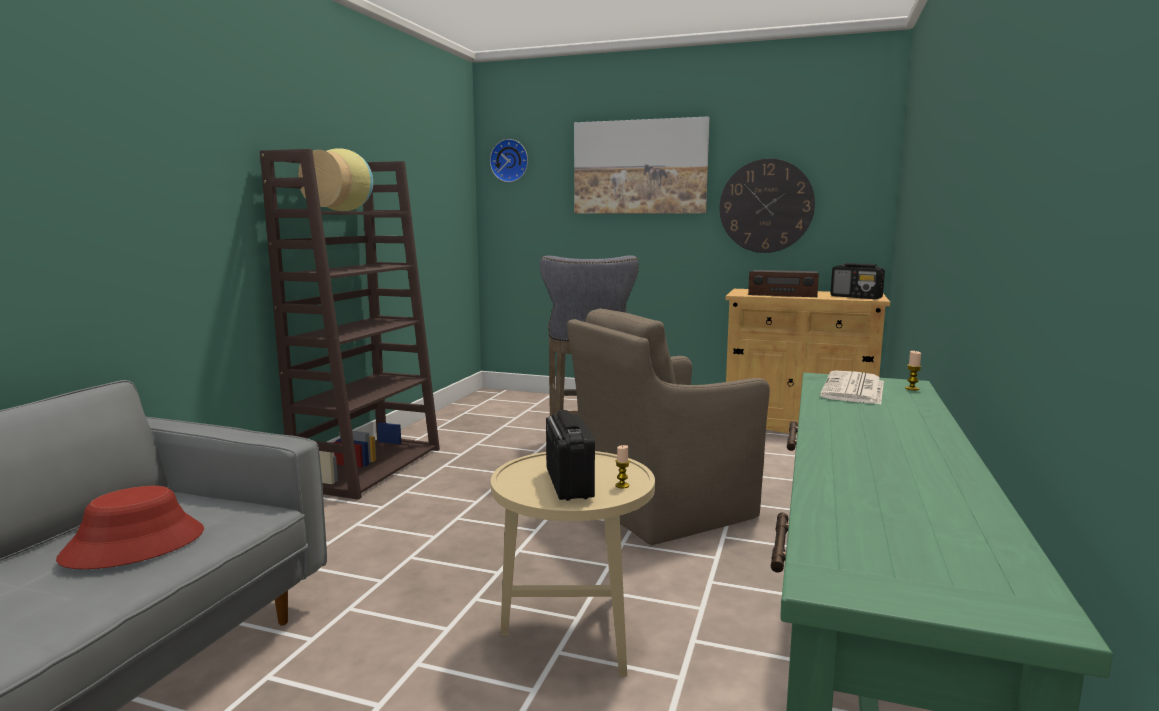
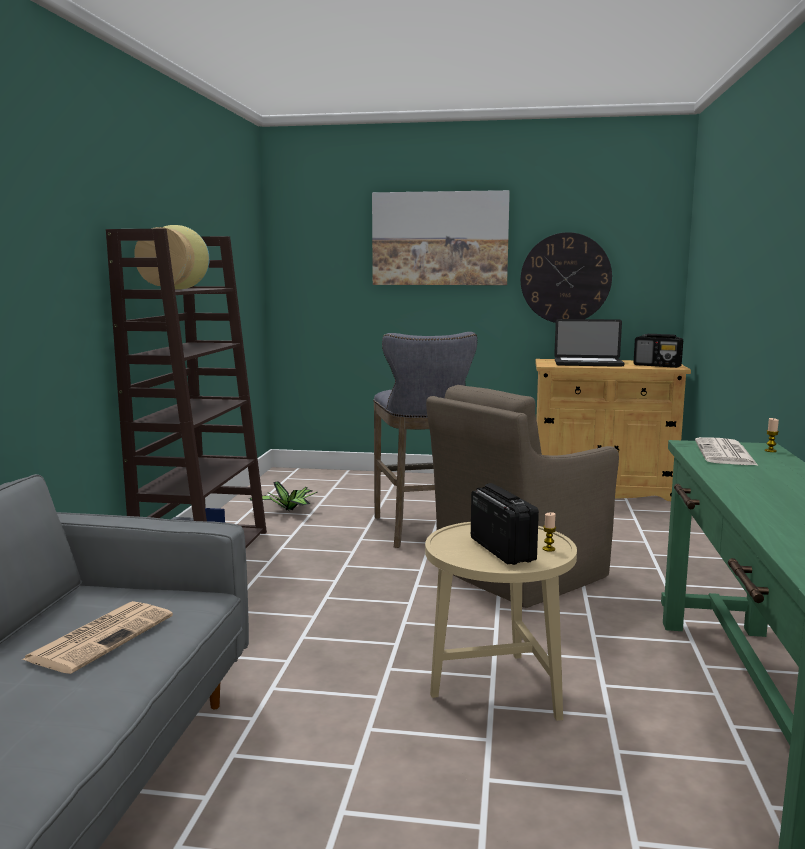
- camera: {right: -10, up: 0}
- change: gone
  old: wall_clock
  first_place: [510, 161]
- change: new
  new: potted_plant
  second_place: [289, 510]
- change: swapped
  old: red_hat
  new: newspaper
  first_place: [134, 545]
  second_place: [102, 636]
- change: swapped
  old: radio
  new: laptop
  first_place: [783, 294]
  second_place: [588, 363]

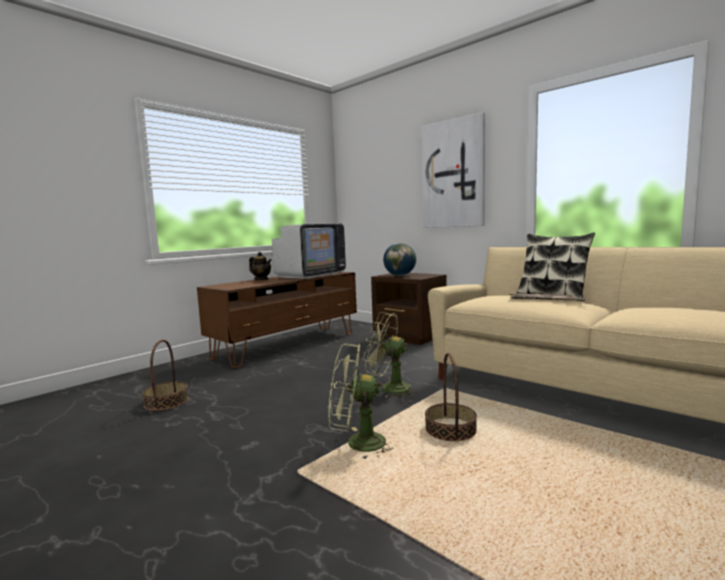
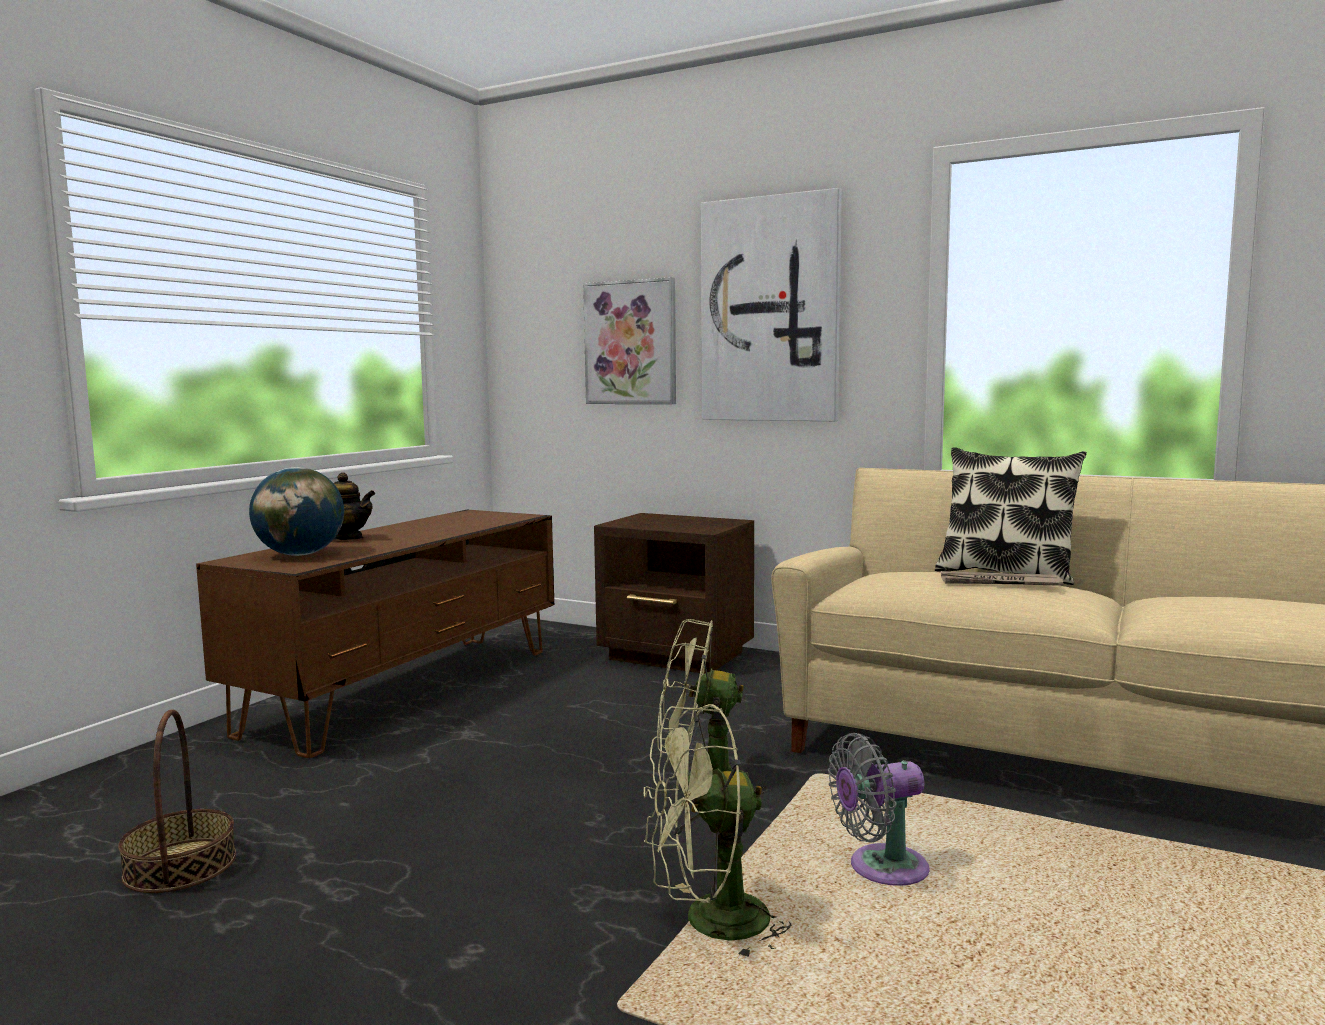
- camera: {right: -15, up: 0}
- change: gone
  old: television
  first_place: [311, 275]
- change: new
  new: picture
  second_place: [631, 343]
- change: shifted
  old: globe
  first_place: [399, 275]
  second_place: [300, 554]
- change: swapped
  old: basket
  new: grey_fan
  first_place: [450, 430]
  second_place: [880, 869]

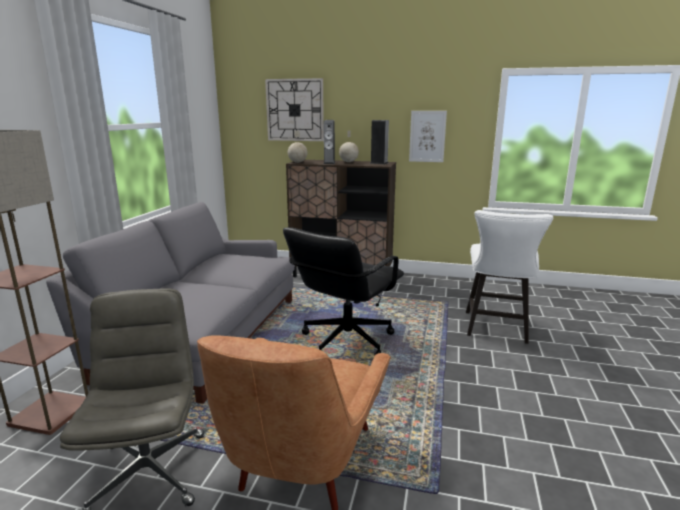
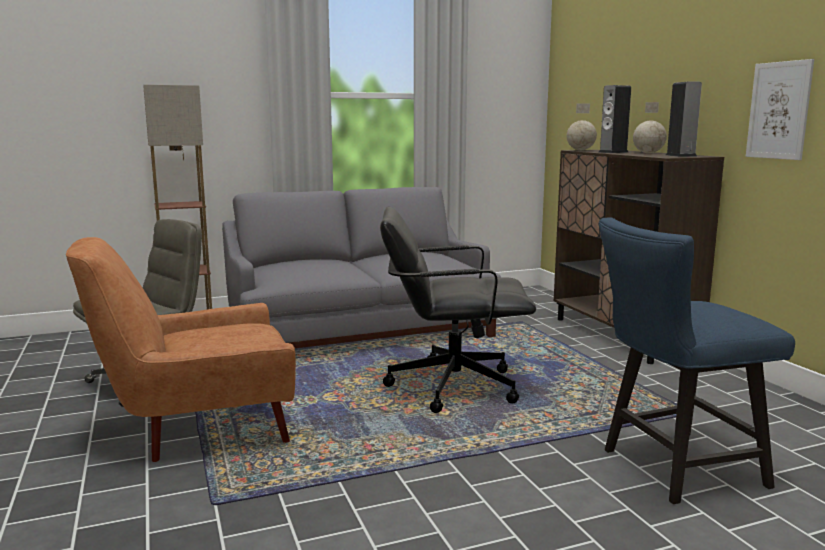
- camera: {right: 55, up: -5}
- change: gone
  old: wall_clock
  first_place: [295, 110]
- change: repainted
  old: white_chair
  new: blue_chair
  first_place: [496, 329]
  second_place: [672, 468]

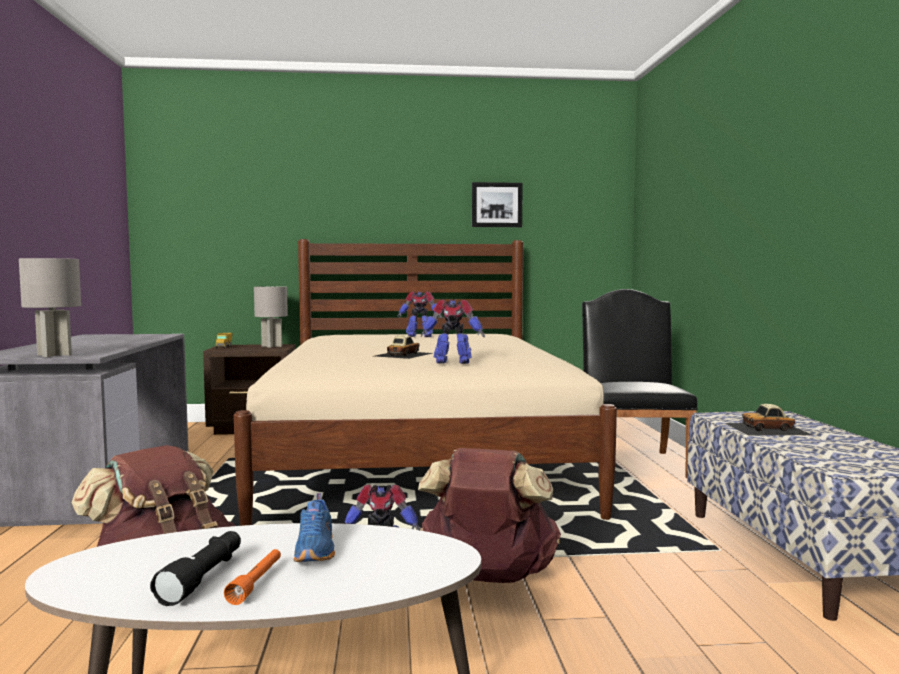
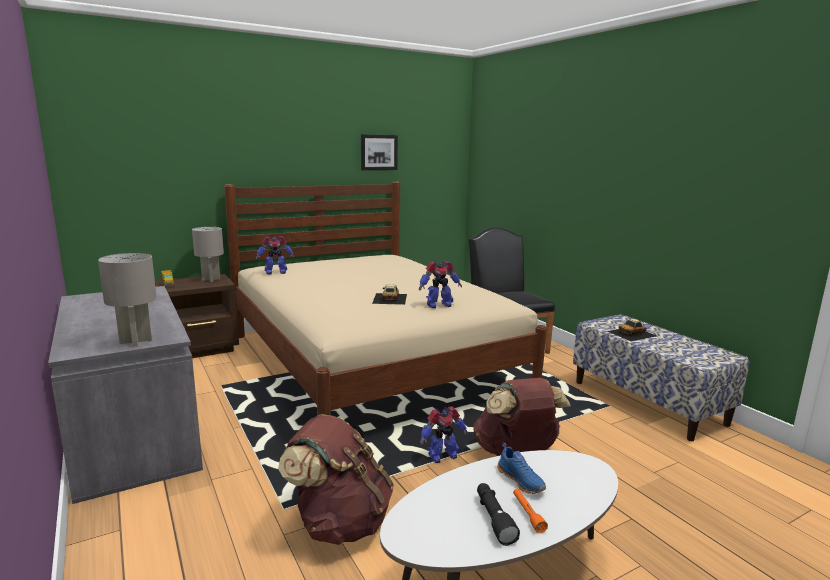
- camera: {right: -25, up: 10}
- change: shifted
  old: toy_robot
  first_place: [419, 336]
  second_place: [275, 272]

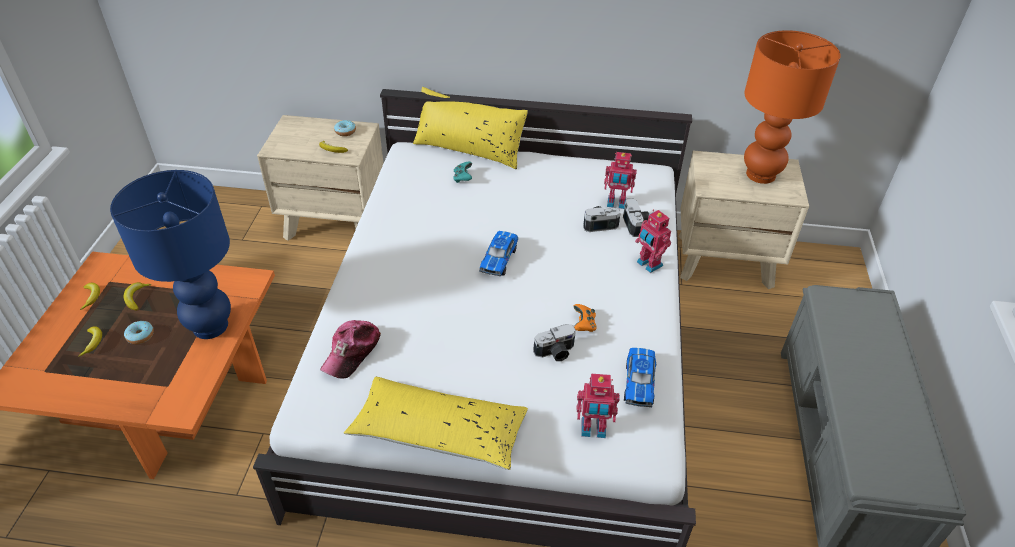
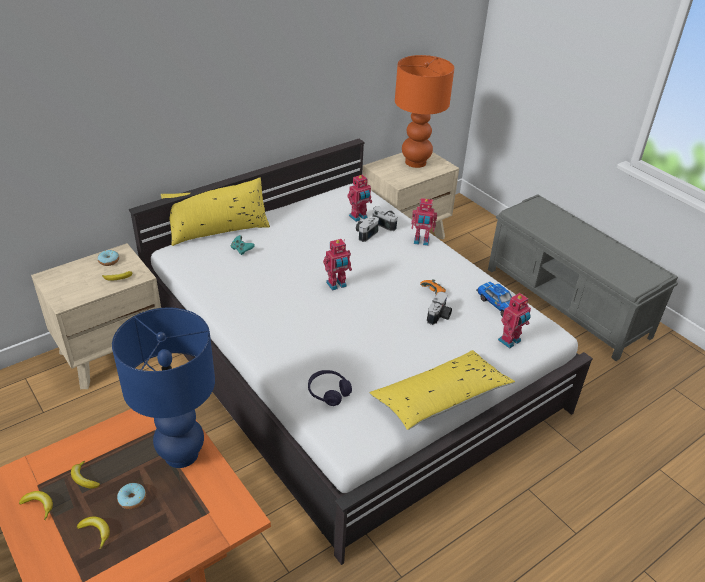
- camera: {right: -45, up: -5}
- change: swapped
  old: cap
  new: purple_headphones
  first_place: [352, 352]
  second_place: [328, 392]
- change: swapped
  old: toy_car
  new: toy_robot
  first_place: [499, 259]
  second_place: [337, 285]

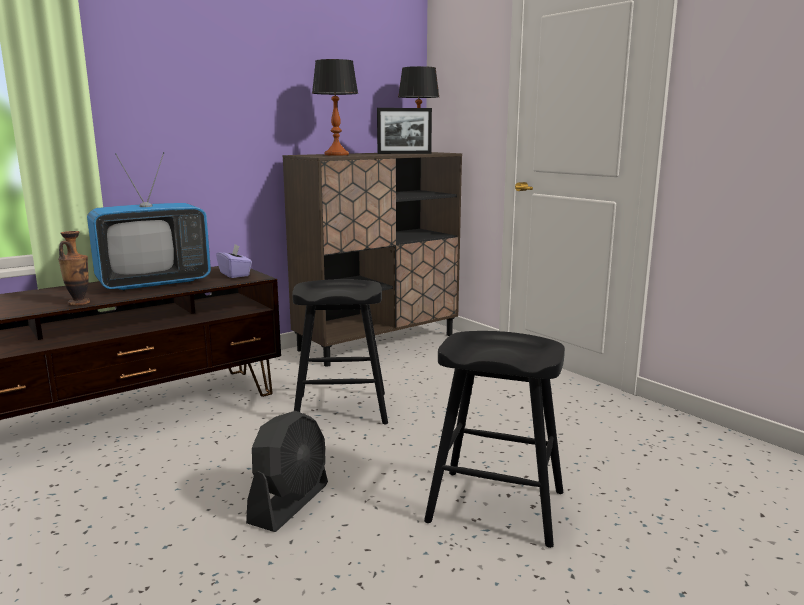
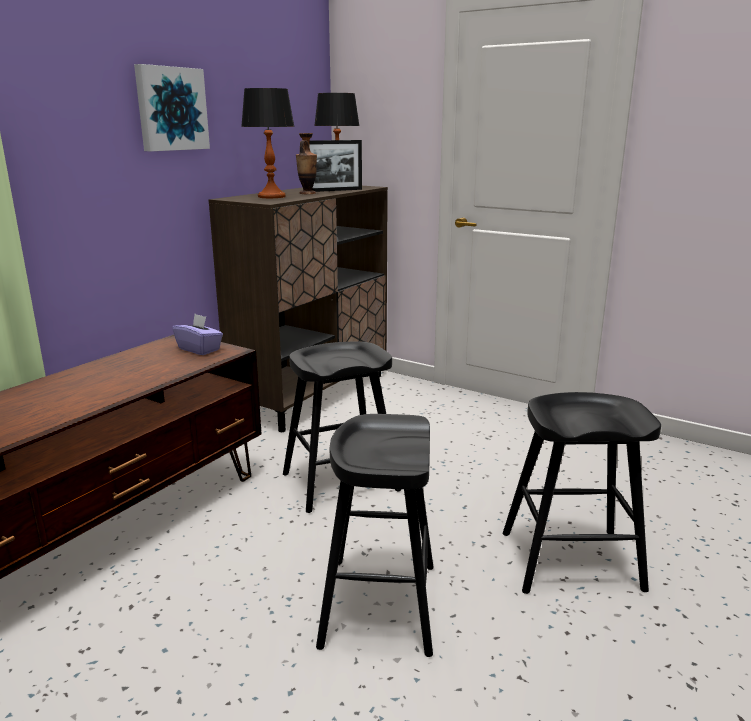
- camera: {right: -20, up: 5}
- change: gone
  old: television
  first_place: [154, 283]
- change: new
  new: picture
  second_place: [171, 109]
- change: shifted
  old: vase
  first_place: [79, 303]
  second_place: [307, 193]
- change: swapped
  old: black_fan
  new: black_stool
  first_place: [290, 503]
  second_place: [379, 605]

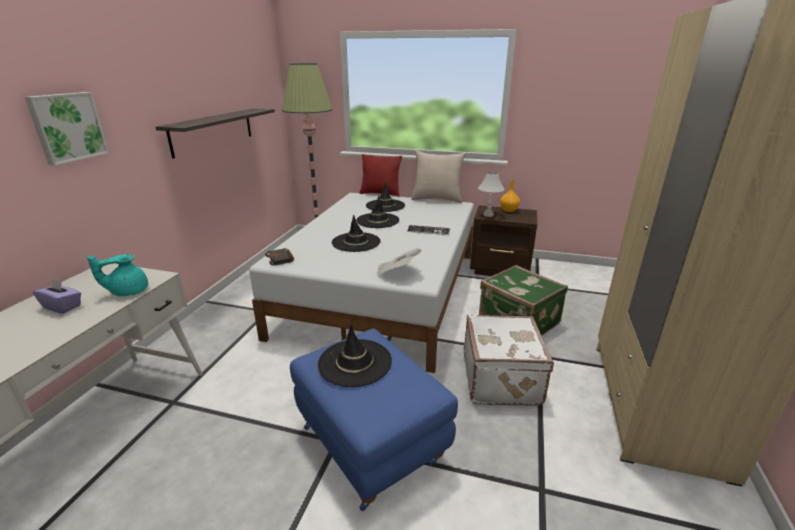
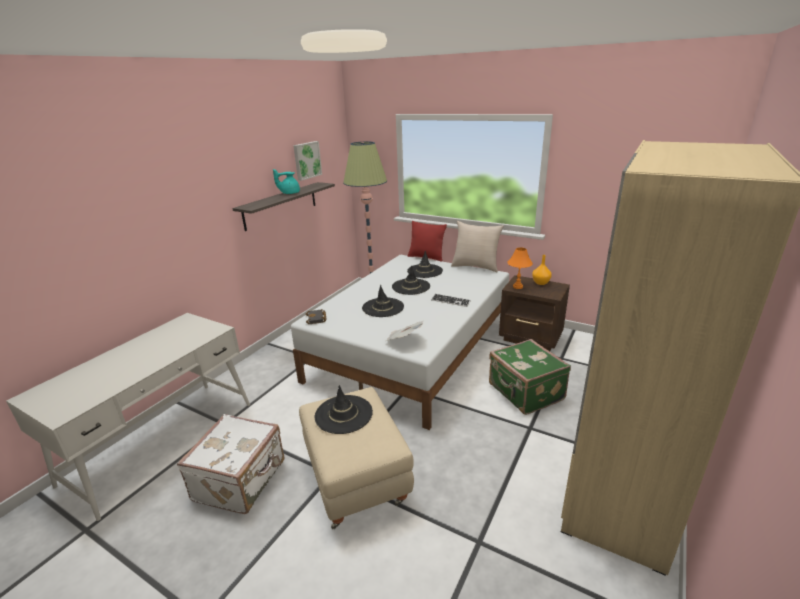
- camera: {right: 15, up: 0}
- change: gone
  old: purple_tissue_box
  first_place: [63, 306]
- change: shifted
  old: picture
  first_place: [67, 127]
  second_place: [306, 160]
- change: shifted
  old: turquoise_teapot
  first_place: [128, 291]
  second_place: [289, 193]
- change: shifted
  old: white_suitcase
  first_place: [502, 379]
  second_place: [241, 480]
- change: repainted
  old: blue_ottoman
  new: beige_ottoman
  first_place: [372, 443]
  second_place: [358, 480]
- change: repainted
  old: white_table_lamp
  new: orange_table_lamp
  first_place: [488, 215]
  second_place: [517, 287]

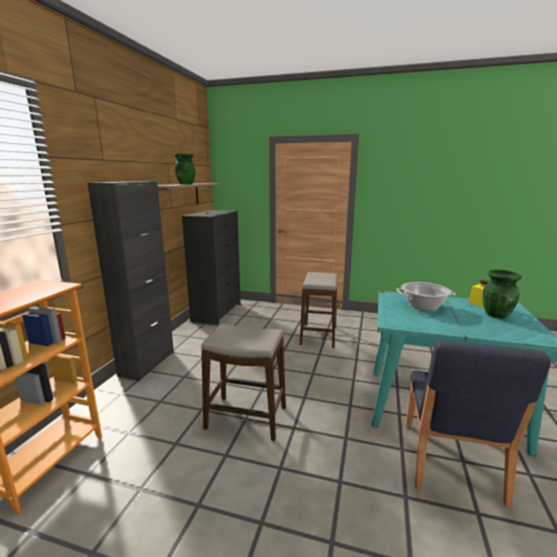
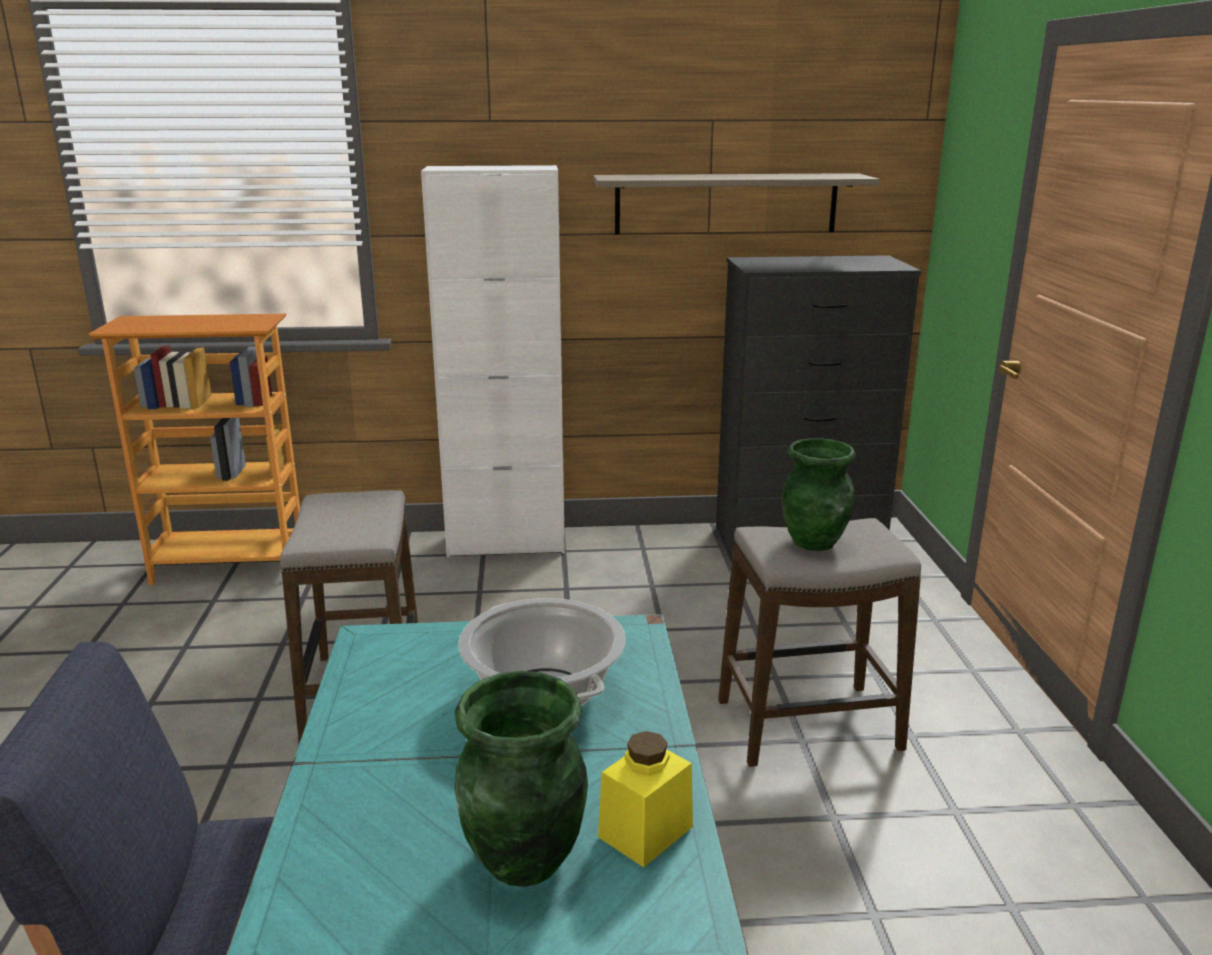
- camera: {right: 70, up: 5}
- change: shifted
  old: green_vase
  first_place: [186, 184]
  second_place: [814, 542]
- change: repainted
  old: black_cabinet
  new: white_cabinet
  first_place: [147, 363]
  second_place: [506, 543]

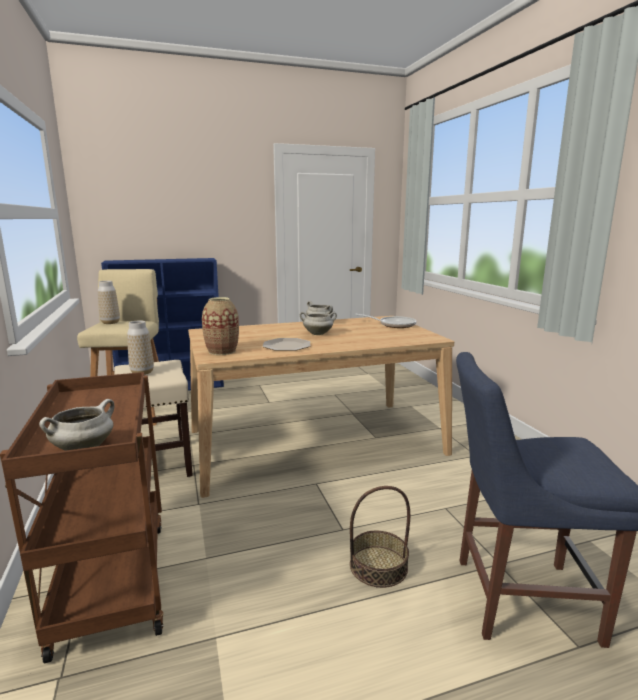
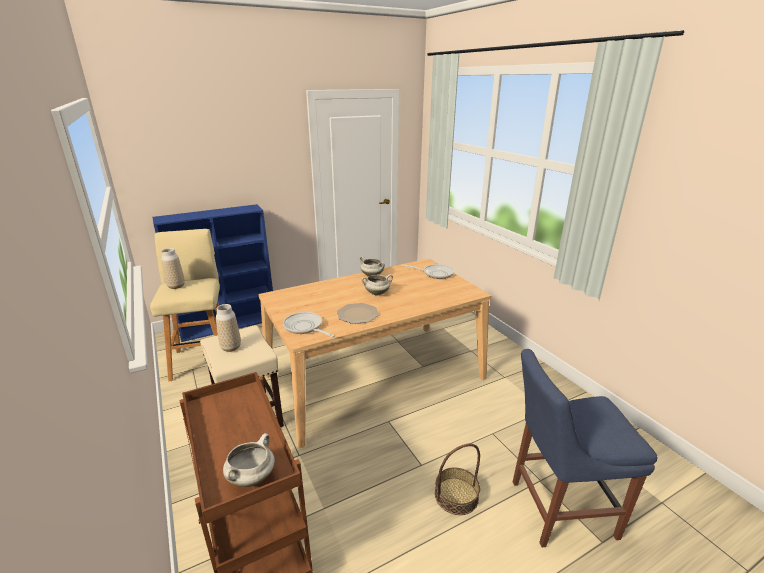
- camera: {right: -10, up: 10}
- change: swapped
  old: vase
  new: frying_pan
  first_place: [222, 351]
  second_place: [305, 327]

